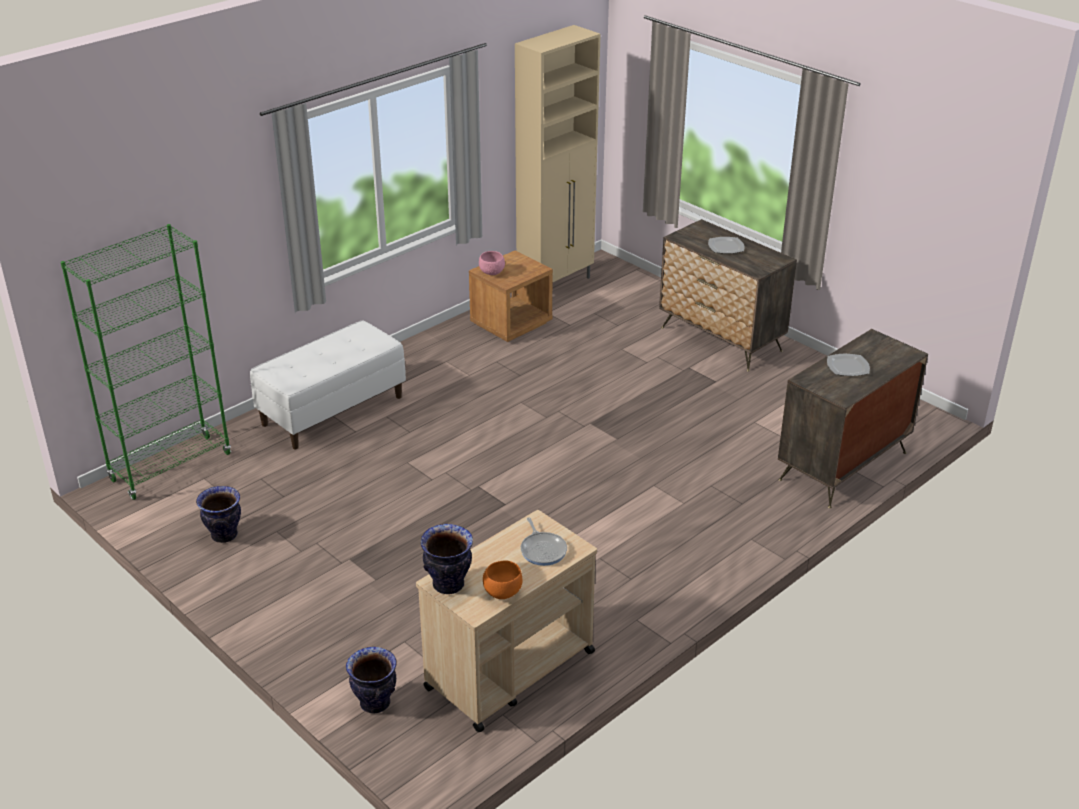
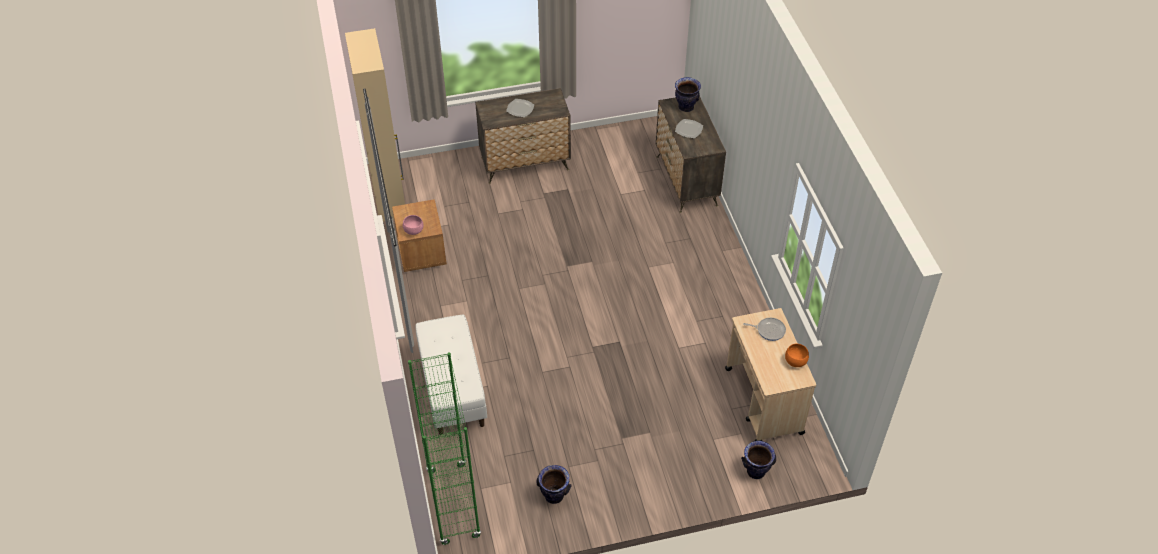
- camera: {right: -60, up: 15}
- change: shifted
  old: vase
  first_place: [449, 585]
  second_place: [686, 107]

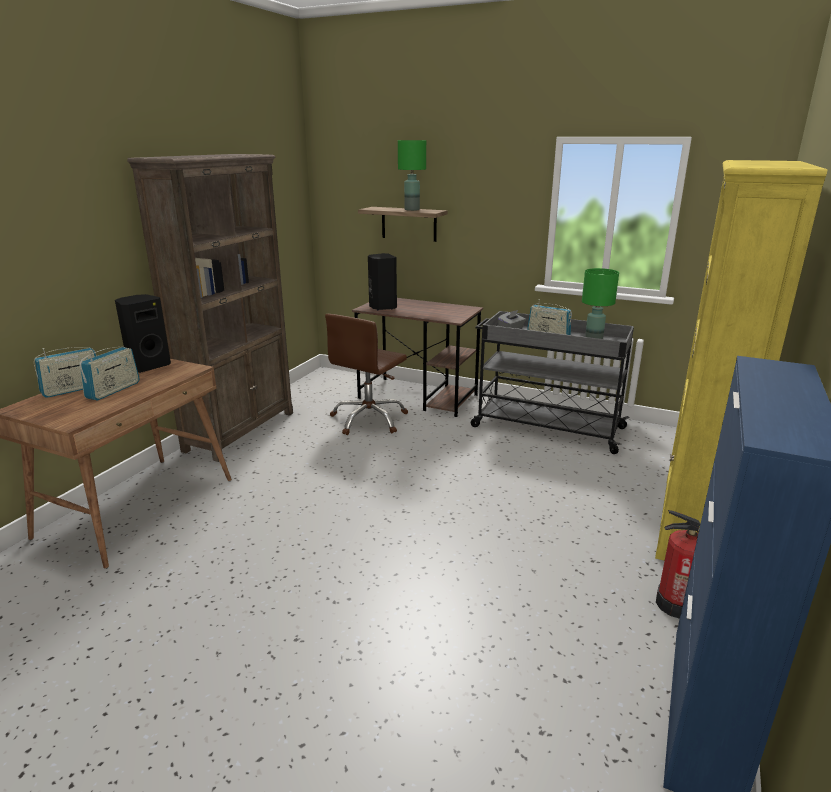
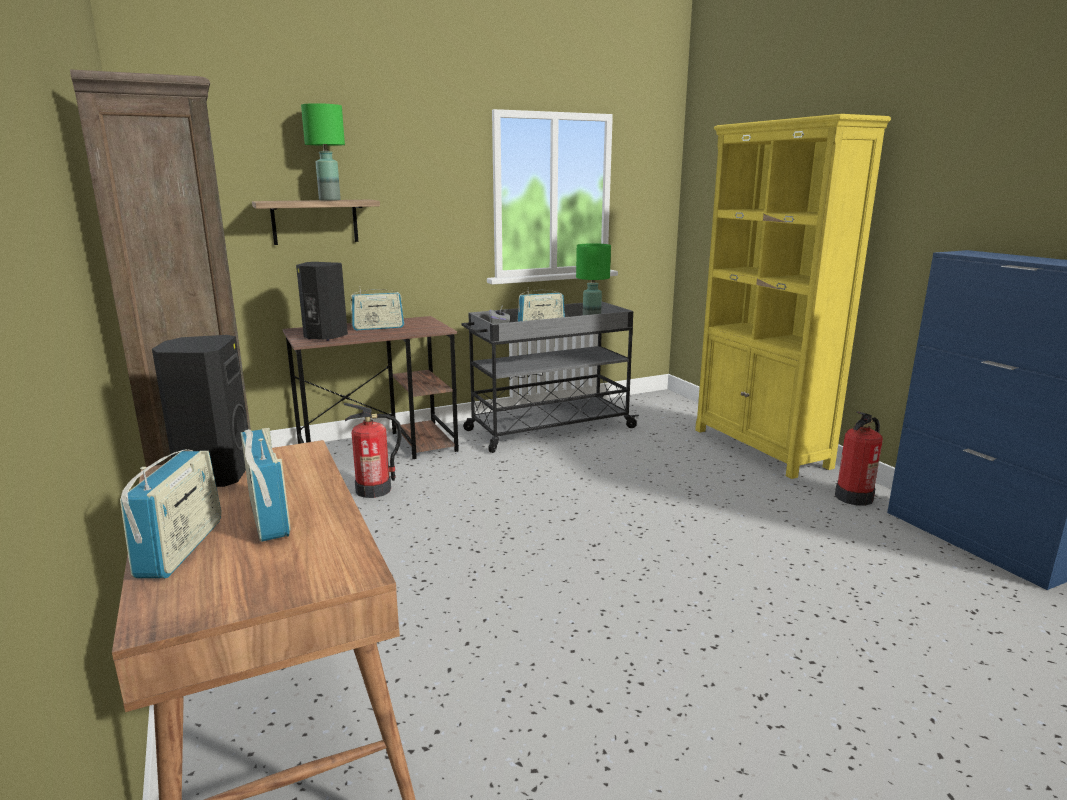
- camera: {right: -50, up: -5}
- change: new
  new: radio
  second_place: [378, 328]
- change: swapped
  old: brown_office_chair
  new: fire_extinguisher
  first_place: [369, 419]
  second_place: [374, 490]

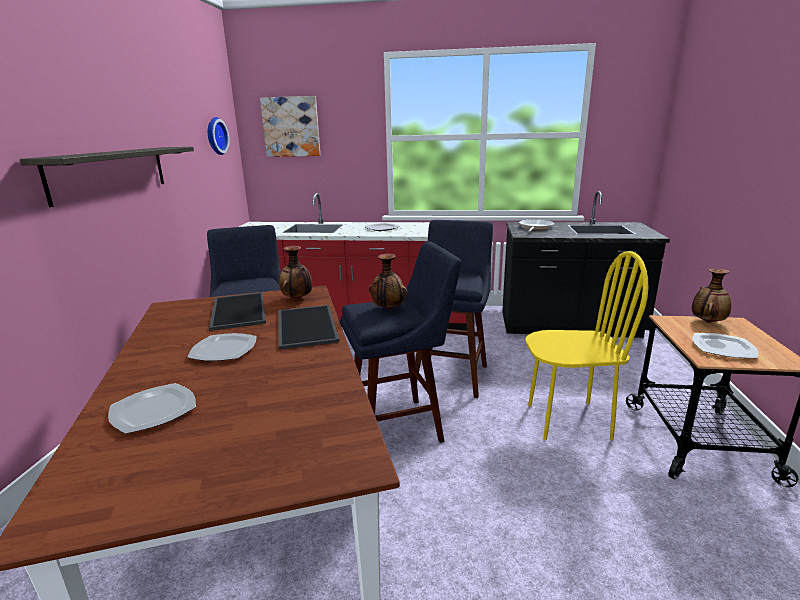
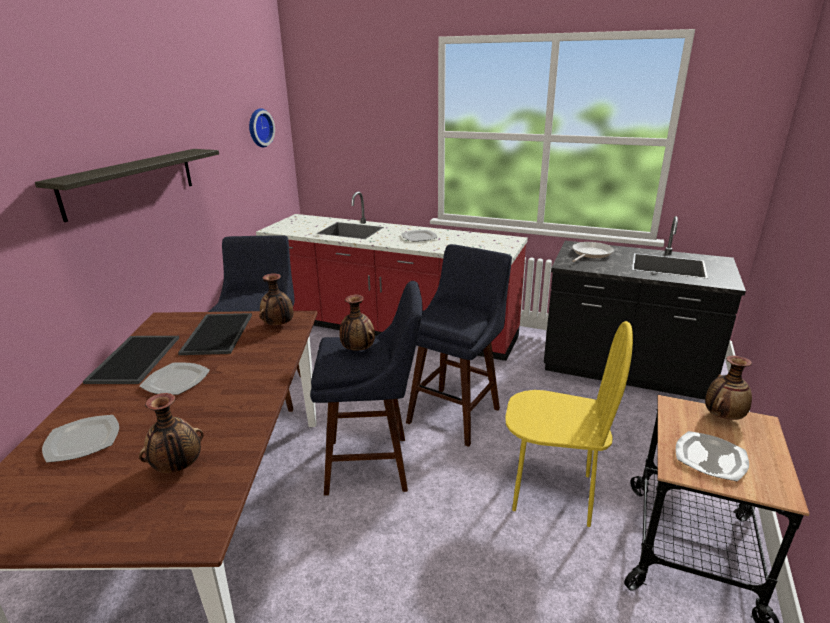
- camera: {right: 15, up: 5}
- change: gone
  old: picture
  first_place: [291, 127]
- change: new
  new: vase
  second_place: [178, 467]
- change: shifted
  old: tray
  first_place: [305, 326]
  second_place: [134, 359]

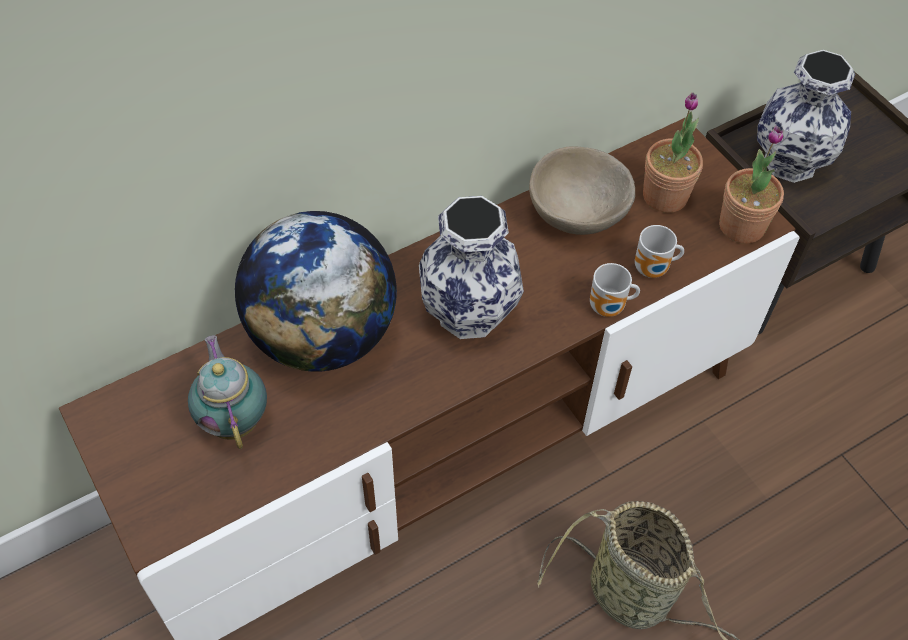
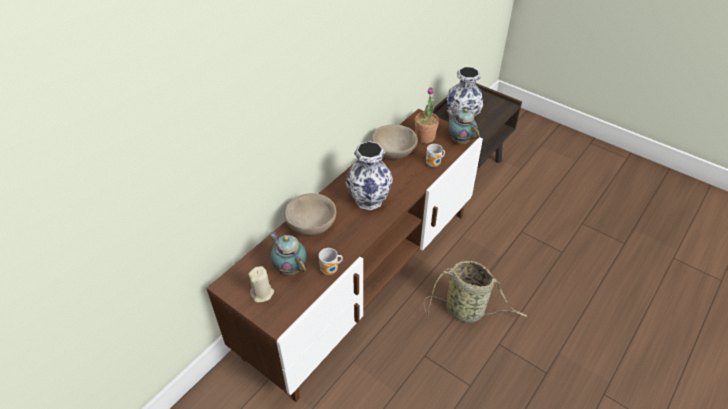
- camera: {right: -20, up: -10}
- change: new
  new: beige_candle
  second_place: [262, 293]
- change: shifted
  old: mug
  first_place: [609, 308]
  second_place: [330, 270]
- change: swapped
  old: globe
  new: beige_bowl
  first_place: [323, 335]
  second_place: [312, 225]
- change: swapped
  old: potted_plant
  new: teapot
  first_place: [741, 226]
  second_place: [459, 140]

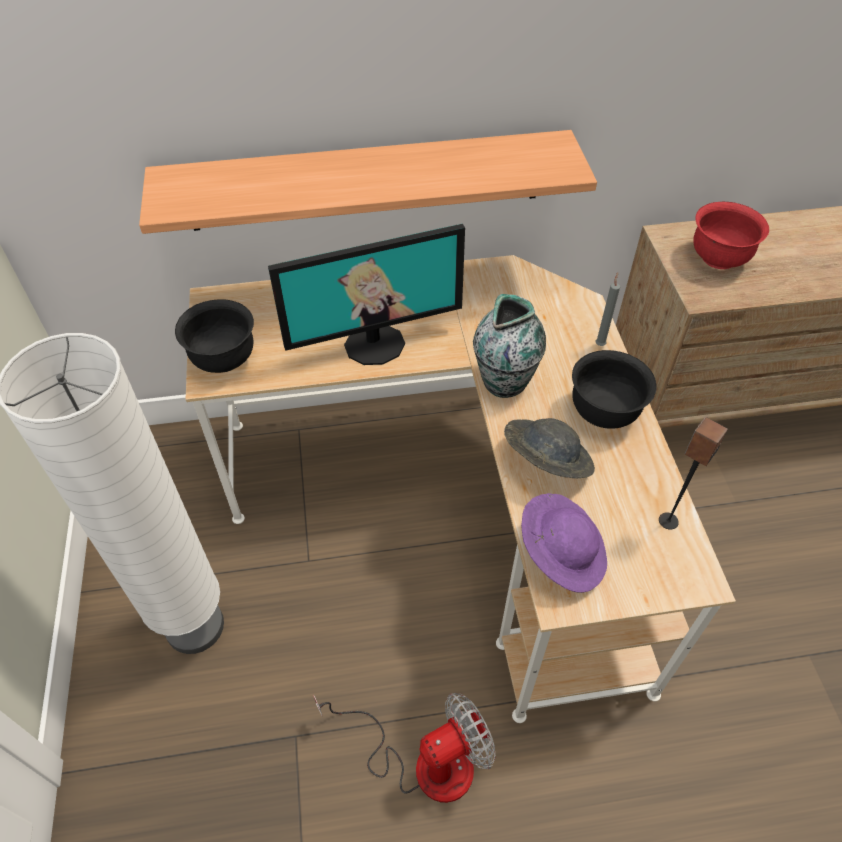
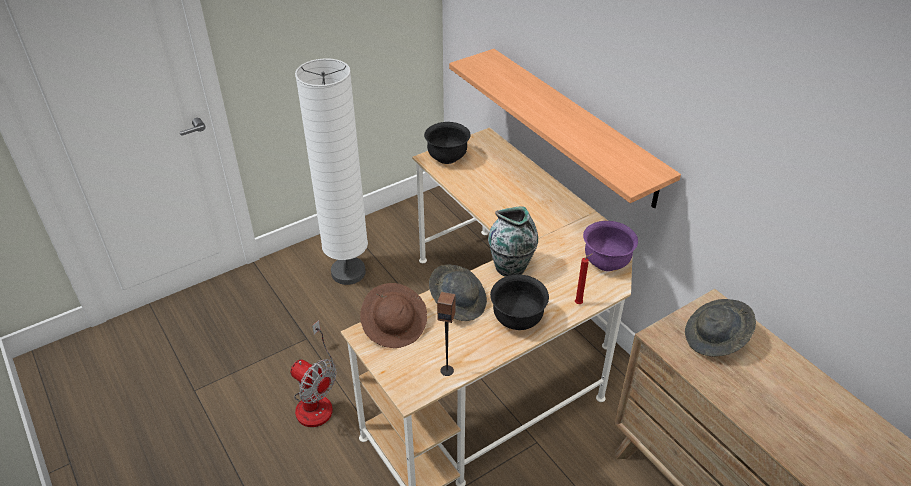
- camera: {right: 65, up: -10}
- change: gone
  old: monitor
  first_place: [374, 343]
- change: new
  new: purple_bowl
  second_place: [606, 262]
- change: swapped
  old: red_bowl
  new: grey_hat
  first_place: [719, 258]
  second_place: [715, 339]
- change: repainted
  old: purple_hat
  new: brown_hat
  first_place: [560, 552]
  second_place: [395, 326]
- change: repainted
  old: grey_candle
  new: red_candle
  first_place: [600, 344]
  second_place: [579, 303]

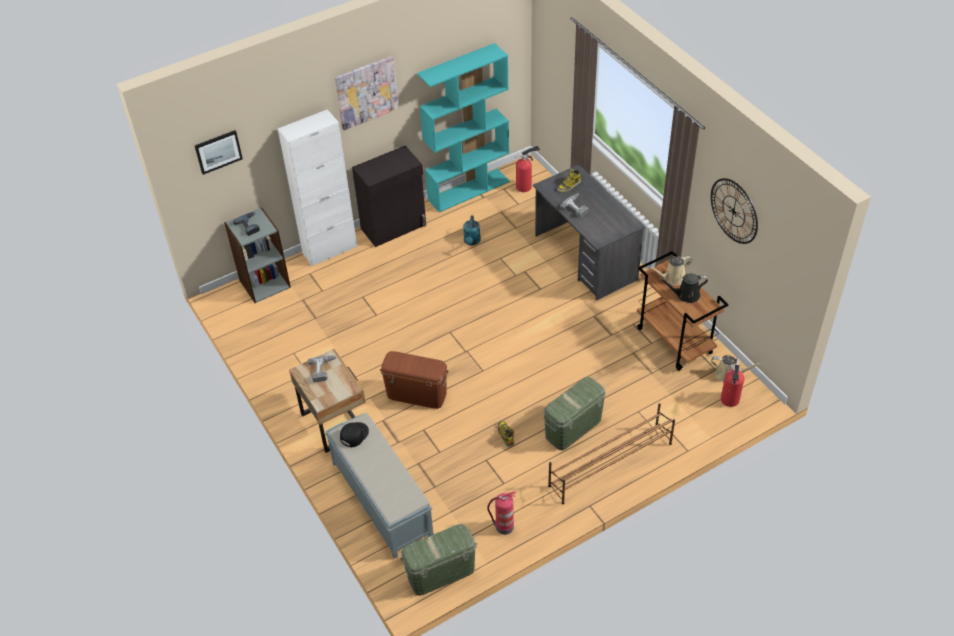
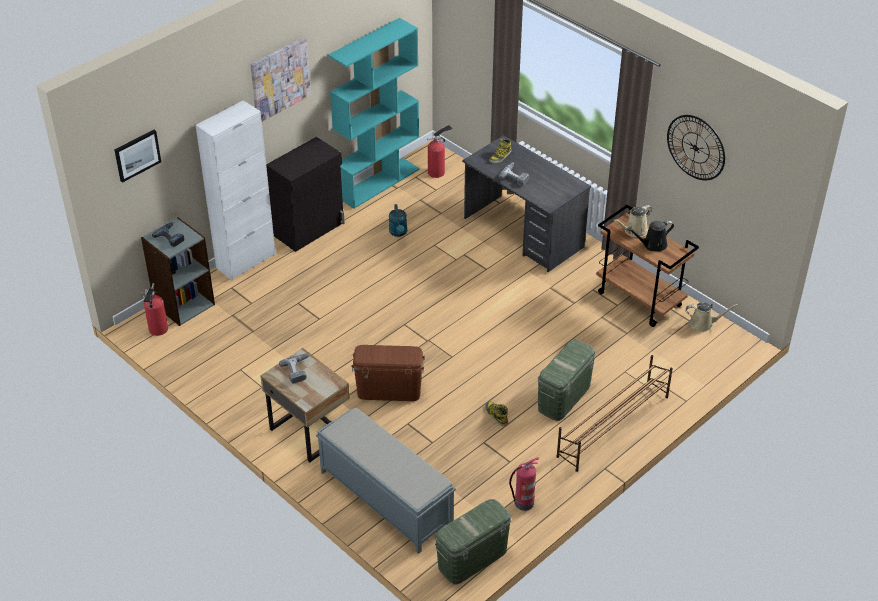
- camera: {right: -15, up: -5}
- change: gone
  old: black_cap
  first_place: [354, 434]
- change: shifted
  old: fire_extinguisher
  first_place: [729, 401]
  second_place: [158, 330]

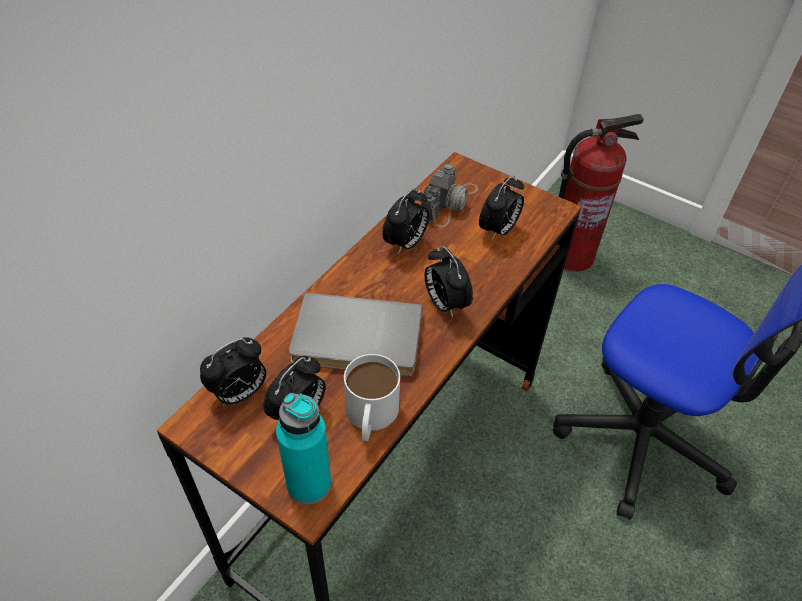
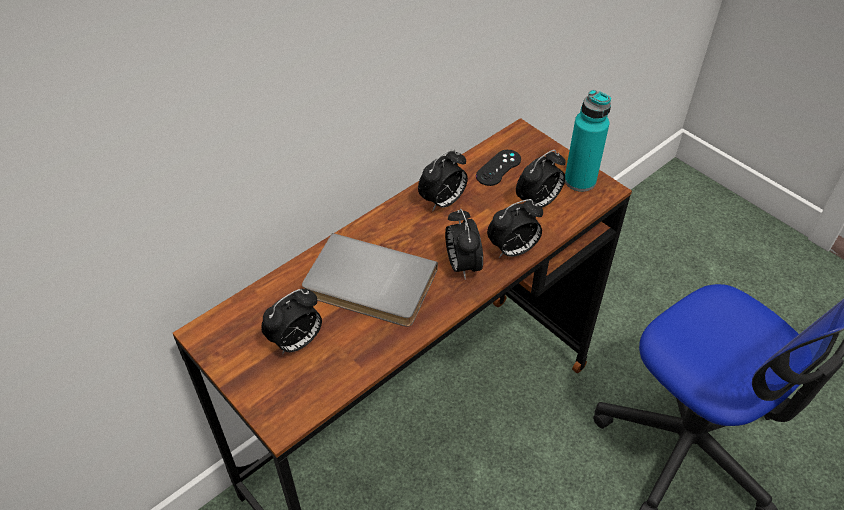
- camera: {right: 15, up: 0}
- change: gone
  old: white_mug
  first_place: [370, 417]
- change: gone
  old: fire_extinguisher
  first_place: [571, 256]
- change: shifted
  old: alarm_clock
  first_place: [239, 393]
  second_place: [513, 250]
- change: shifted
  old: turquoise_bottle
  first_place: [309, 484]
  second_place: [580, 181]
- change: swapped
  old: photo_camera
  new: black_game_controller
  first_place: [449, 202]
  second_place: [498, 168]

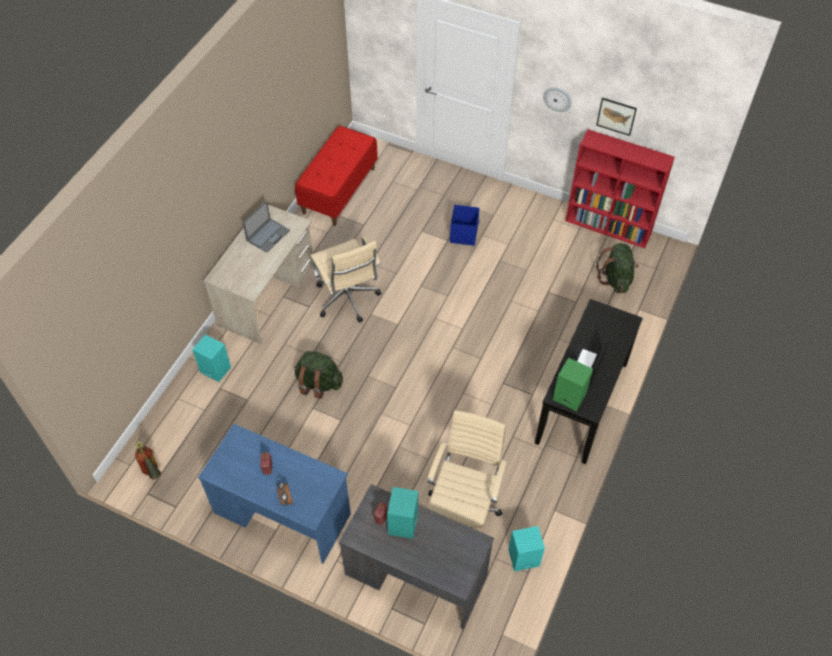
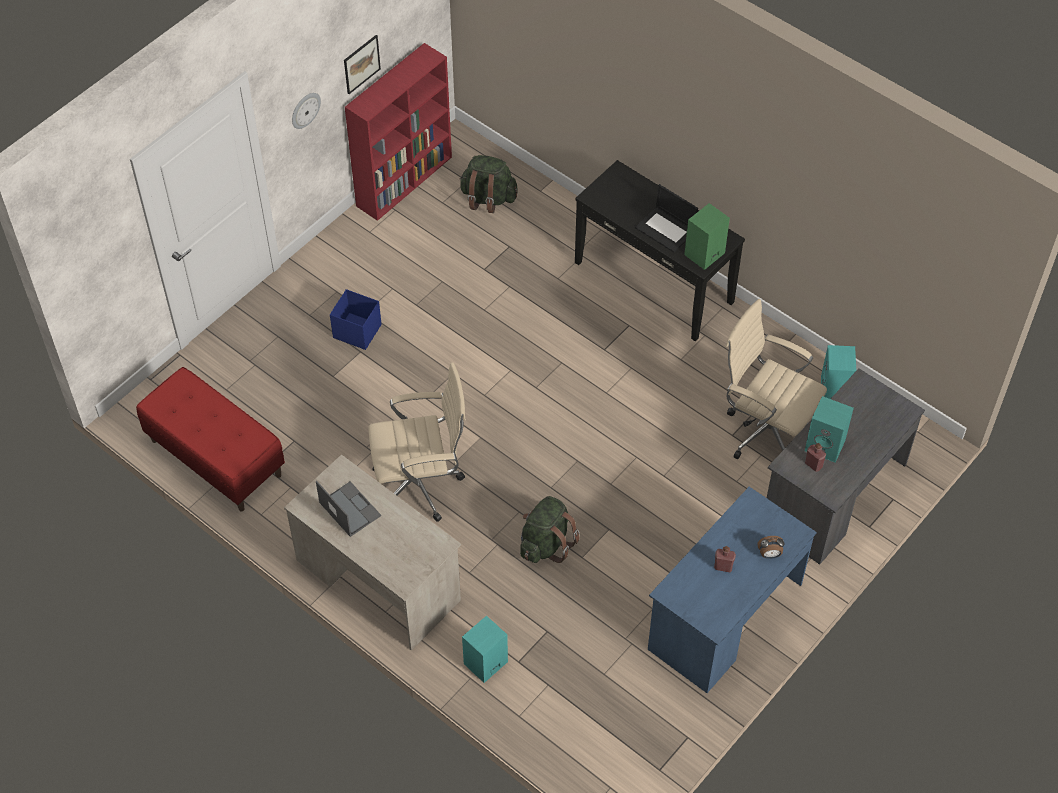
- camera: {right: -75, up: 0}
- change: gone
  old: fire_extinguisher
  first_place: [153, 474]

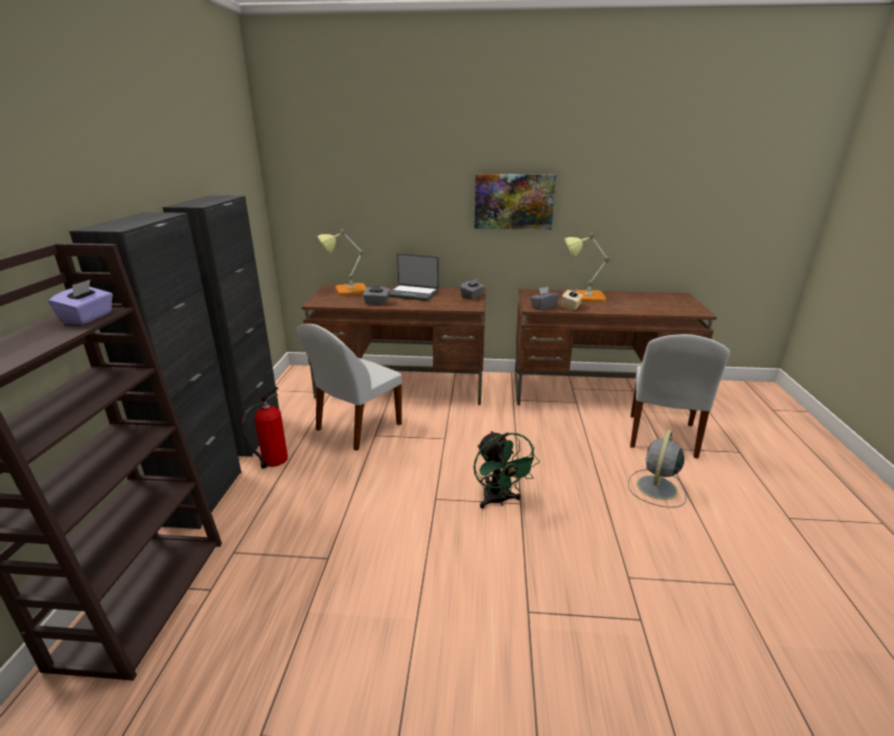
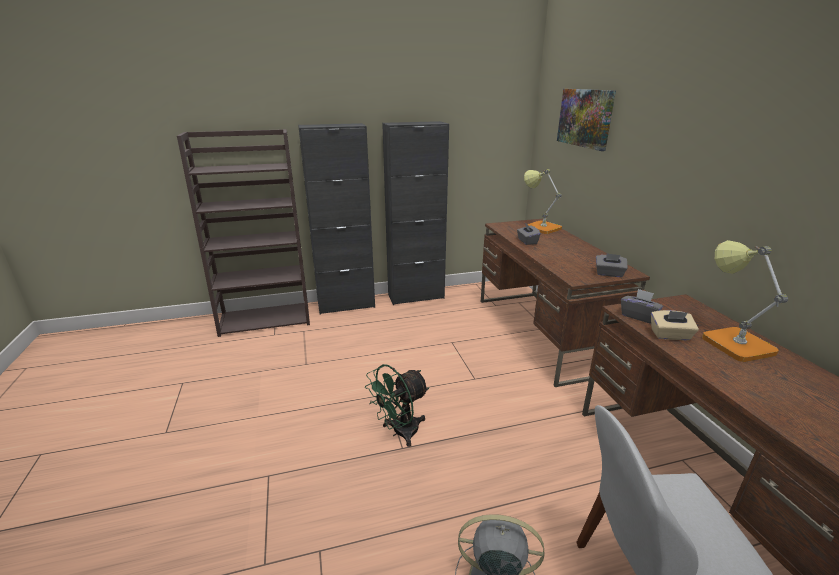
- camera: {right: 70, up: 0}
- change: gone
  old: purple_tissue_box
  first_place: [88, 317]
- change: gone
  old: fire_extinguisher
  first_place: [273, 461]
- change: gone
  old: white_chair
  first_place: [357, 428]
- change: gone
  old: laptop
  first_place: [413, 293]
- change: shifted
  old: picture
  first_place: [514, 201]
  second_place: [585, 118]

